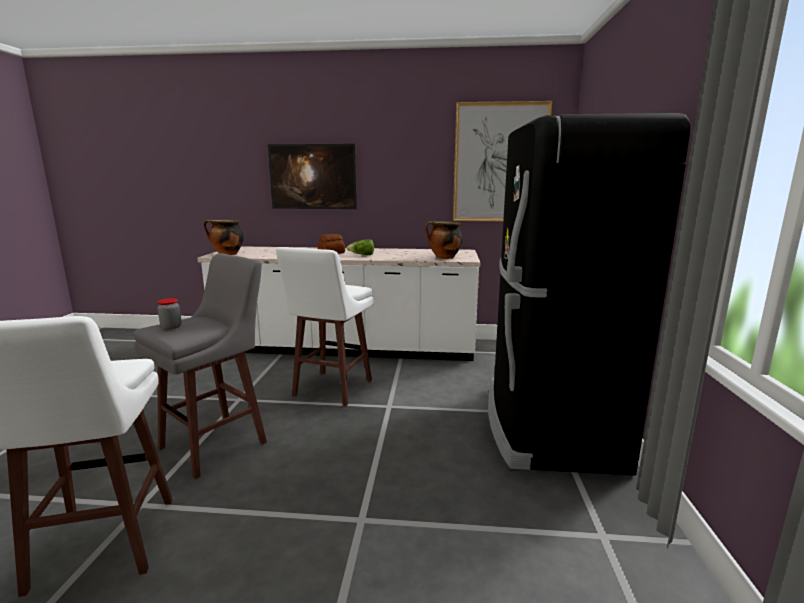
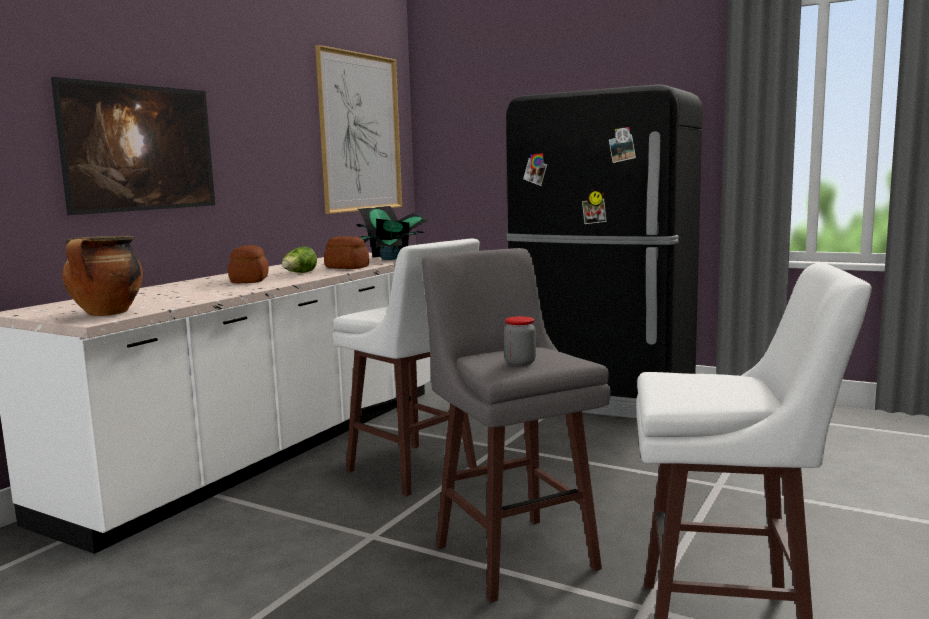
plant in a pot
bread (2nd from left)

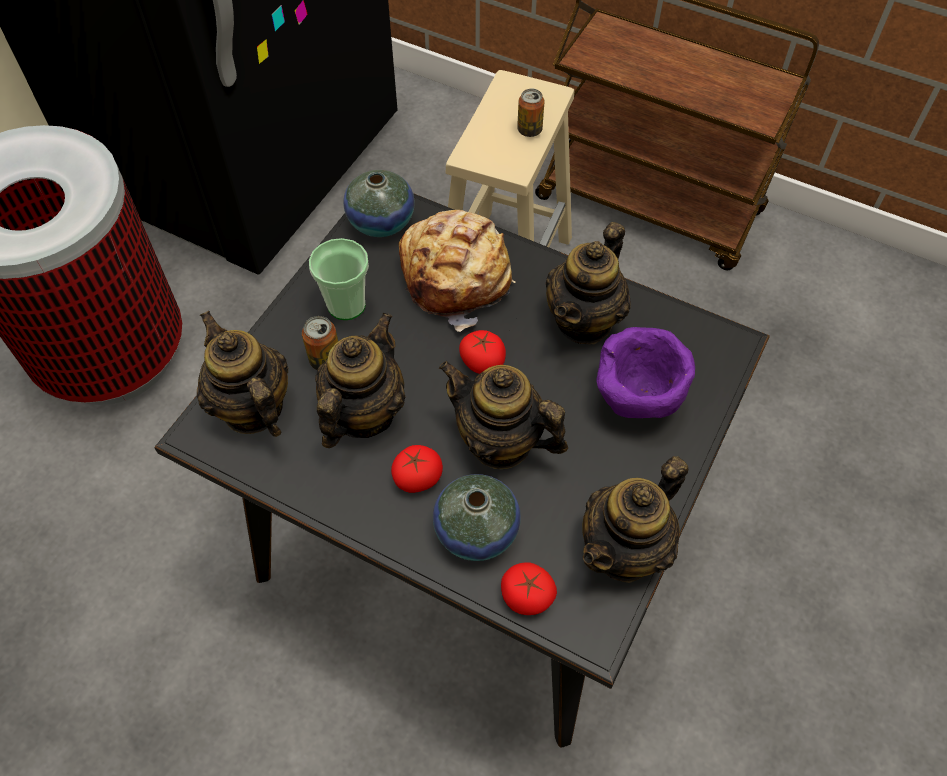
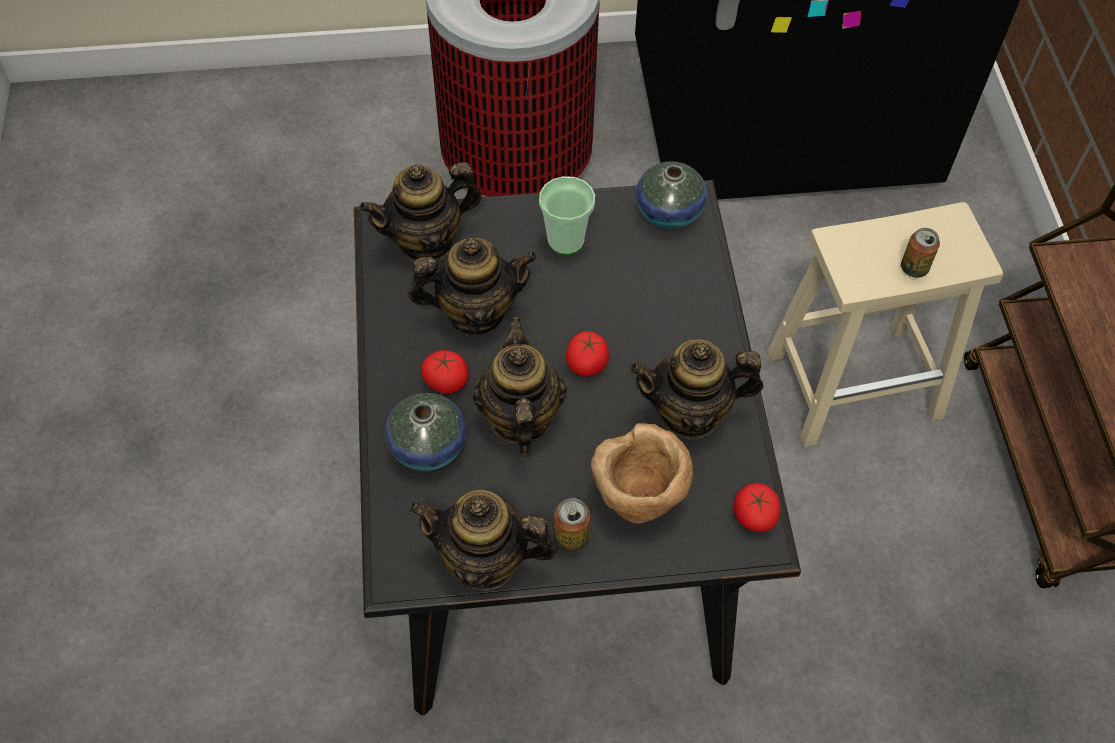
bread
teapot (1st from left)
can (1st from left)
brown serving bowl
whole tomato (3rd from left)

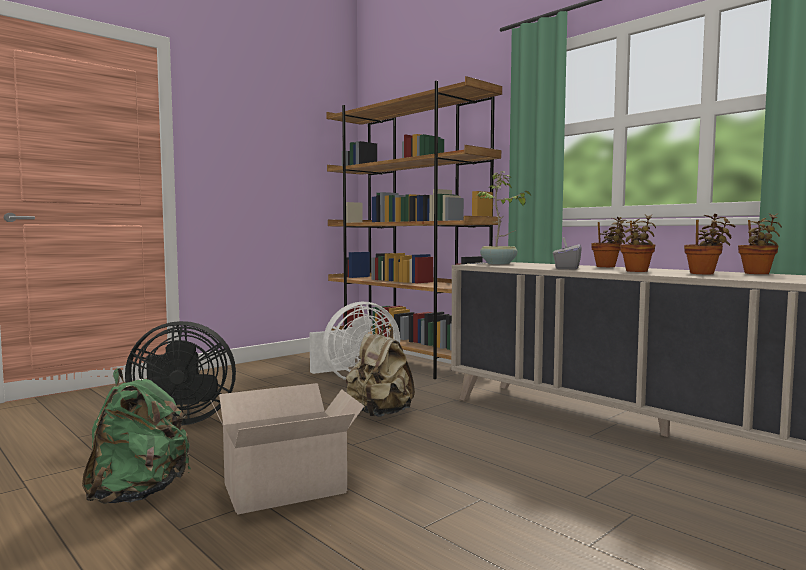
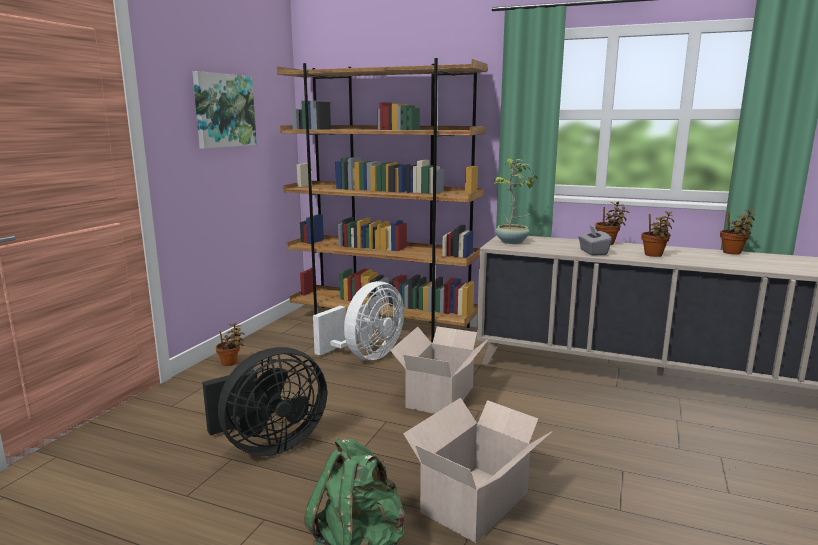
plant in a pot (1st from left)
carton (1st from left)
picture

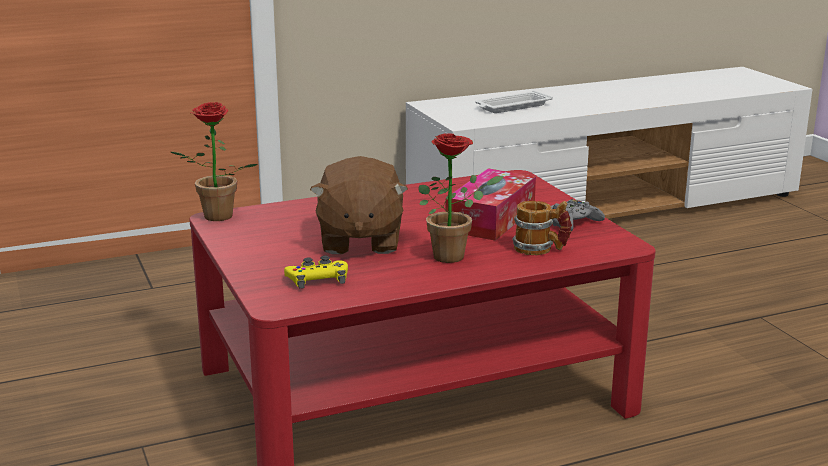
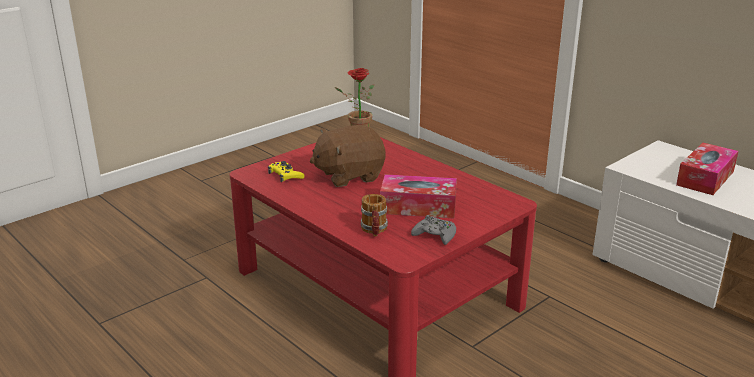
tissue box (2nd from left)
plant in a pot (2nd from left in the first image)

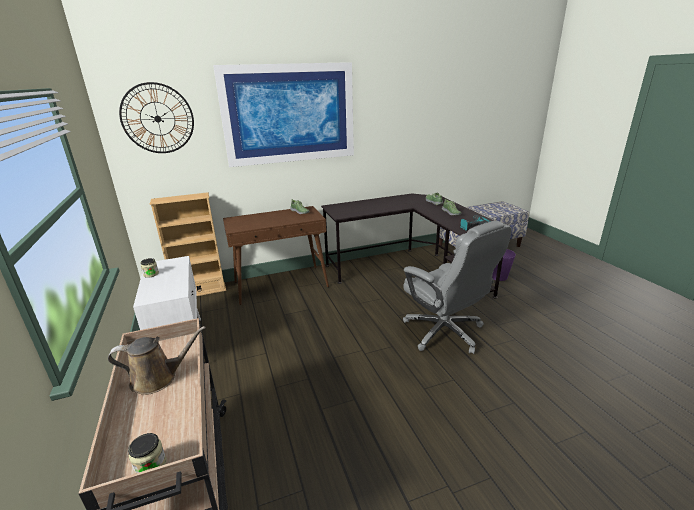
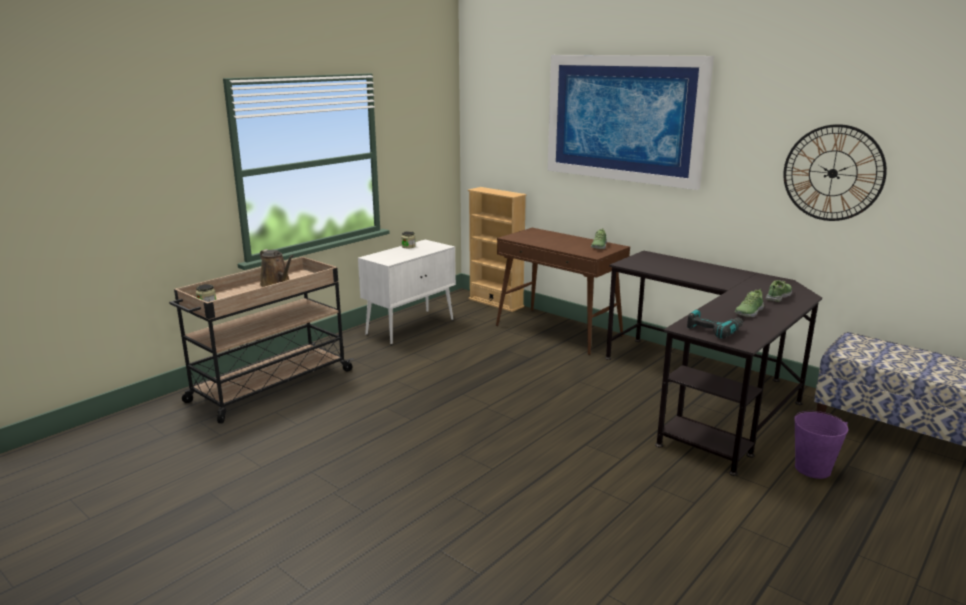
hanging clock
gray desk chair

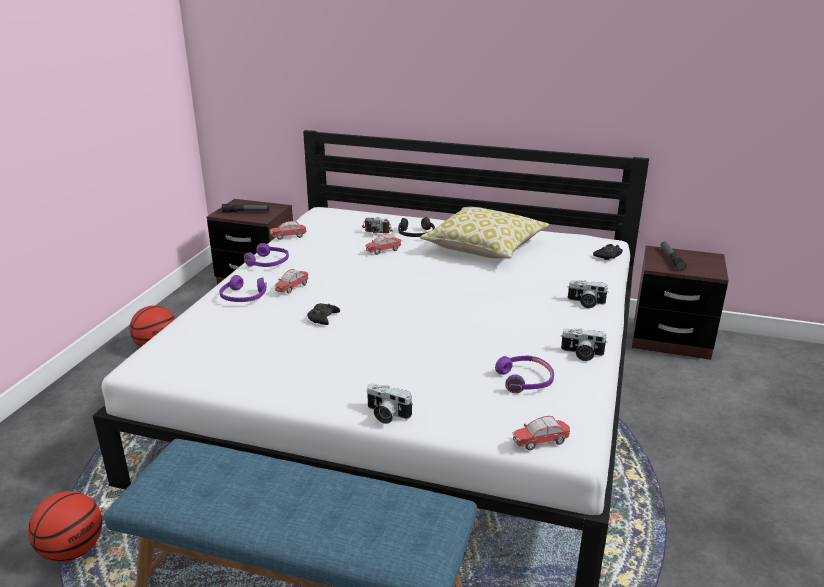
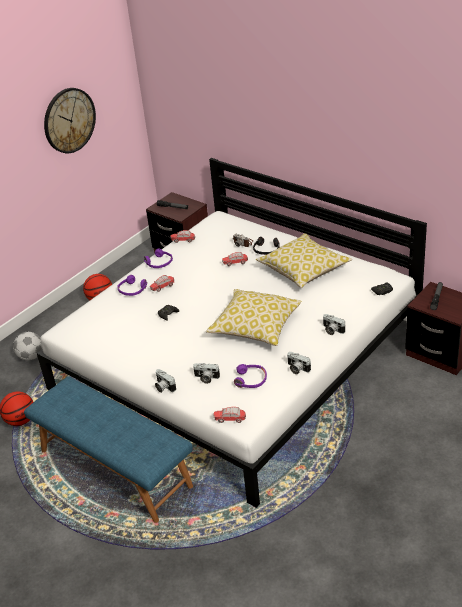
hanging clock
pillow (1st from left)
football ball
photo camera (2nd from left)

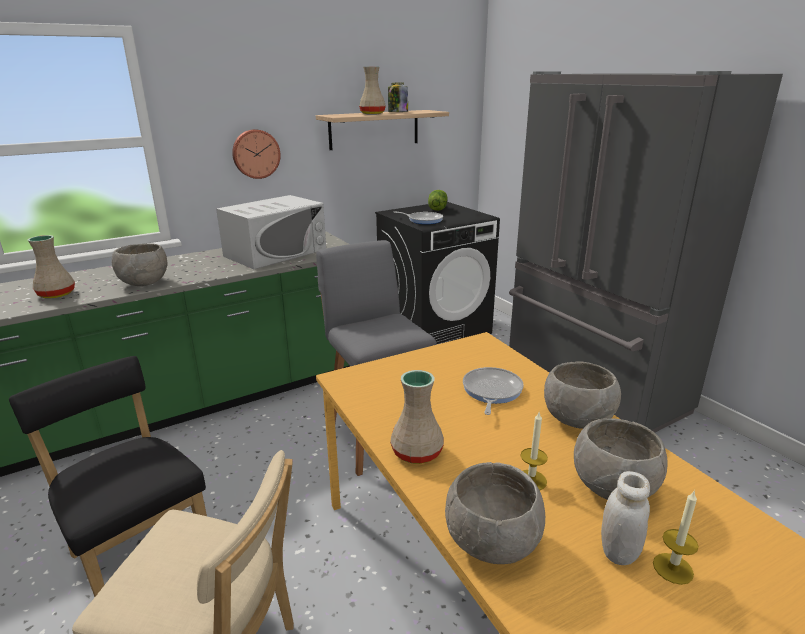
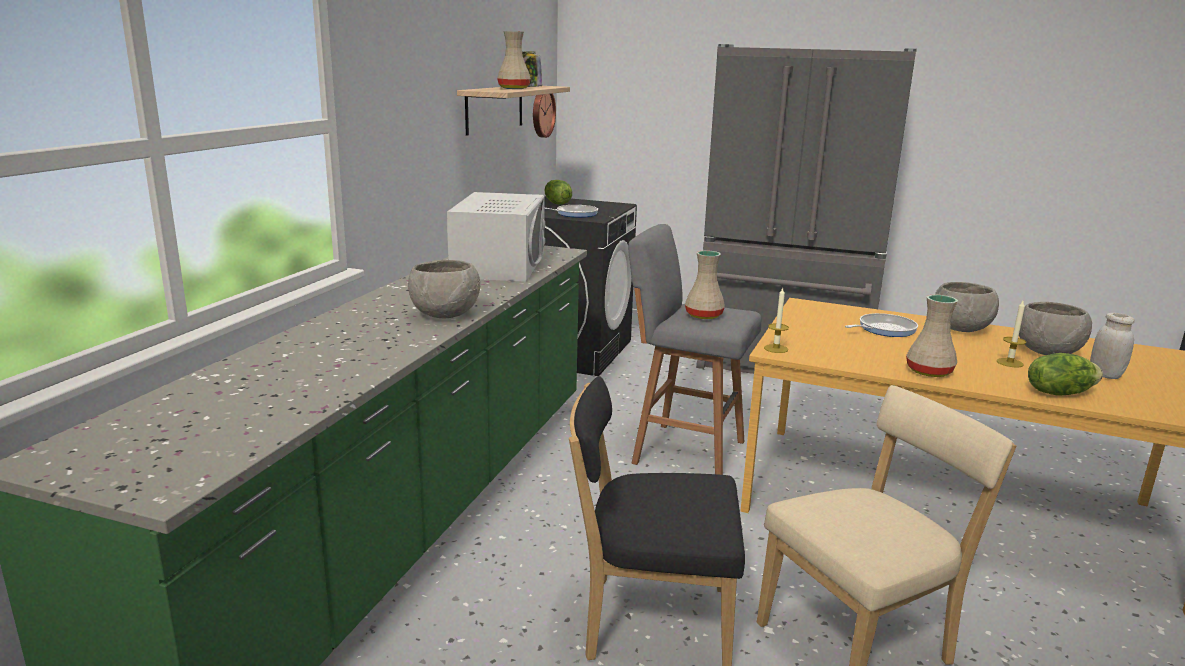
hanging clock
beige-coloured flower vase (2nd from left)
skillet (2nd from left)
lettuce head (2nd from left)
wax light (1st from left)

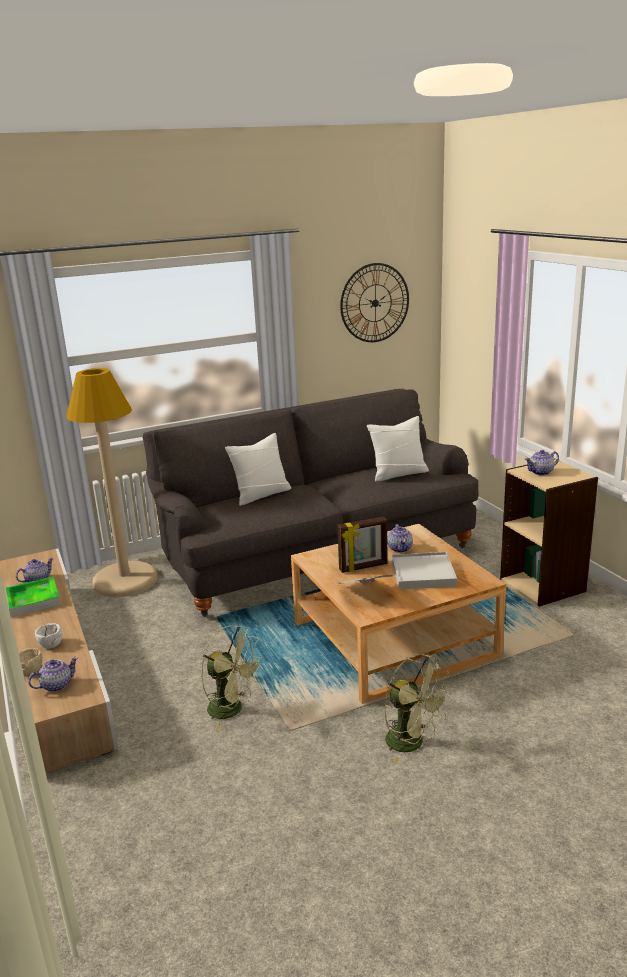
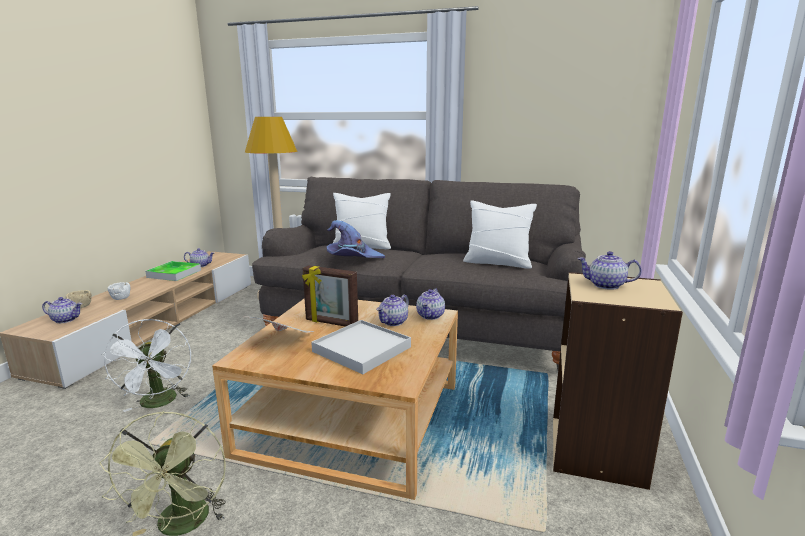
hanging clock
whitish cooling fan
purple clothing hat
teapot (4th from left)

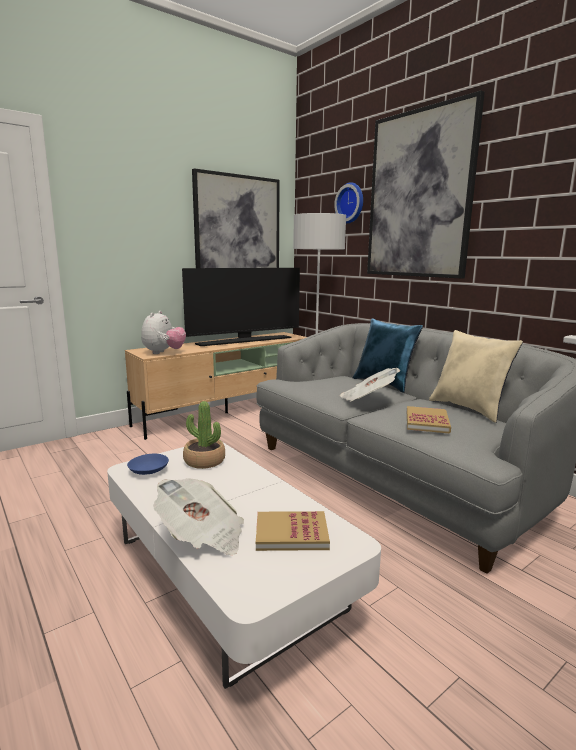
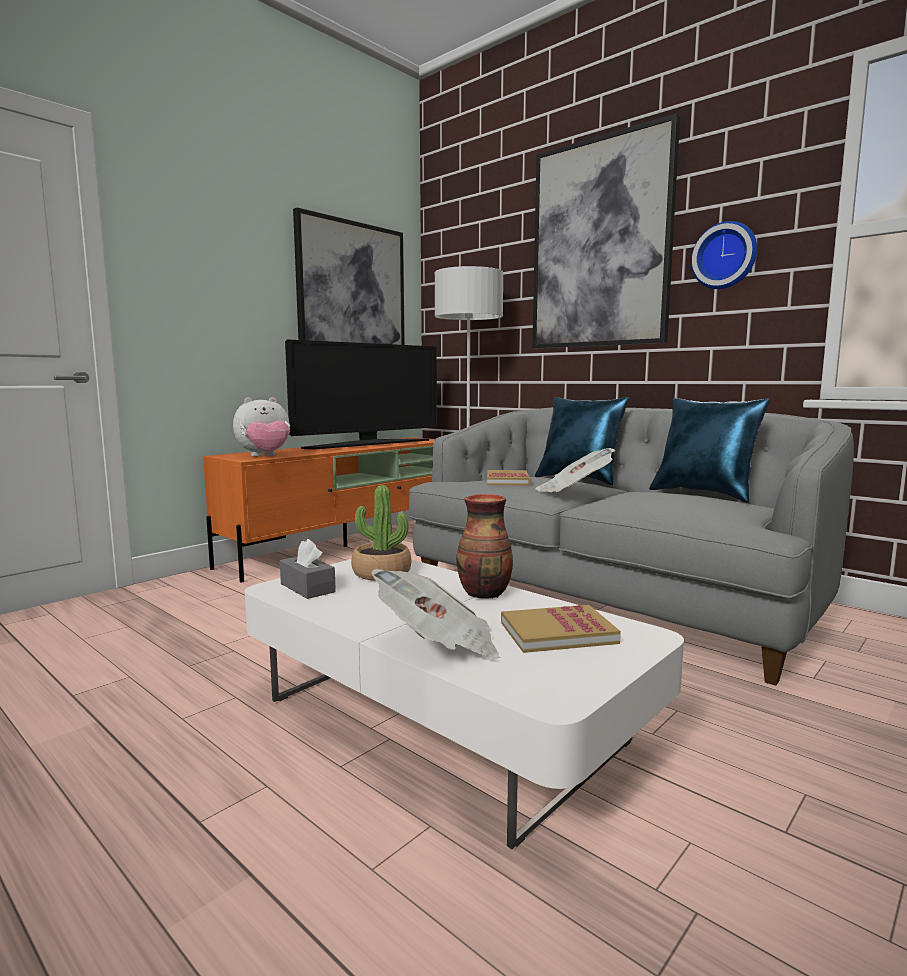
hanging clock
plush toy
bluish pillow (2nd from left)
orange-coloured tv unit
bound book (1st from left)
gray tissue box
flower vase

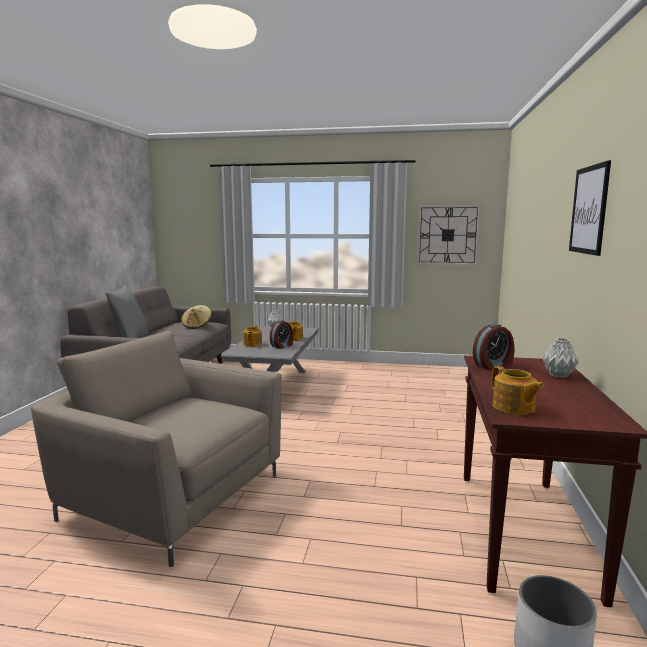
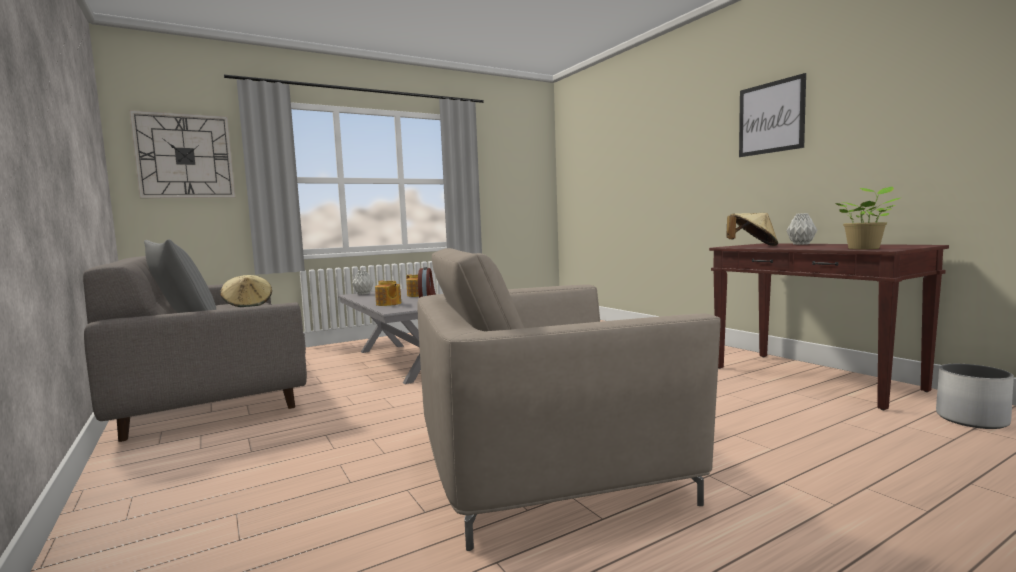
hanging clock
beige-coloured clothing hat (2nd from left)
plant in a pot

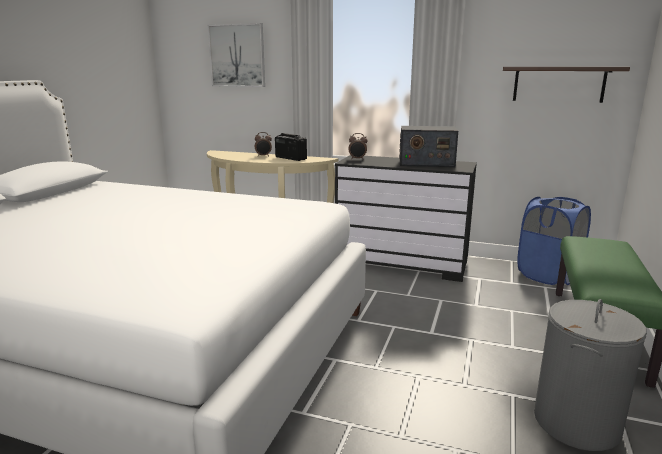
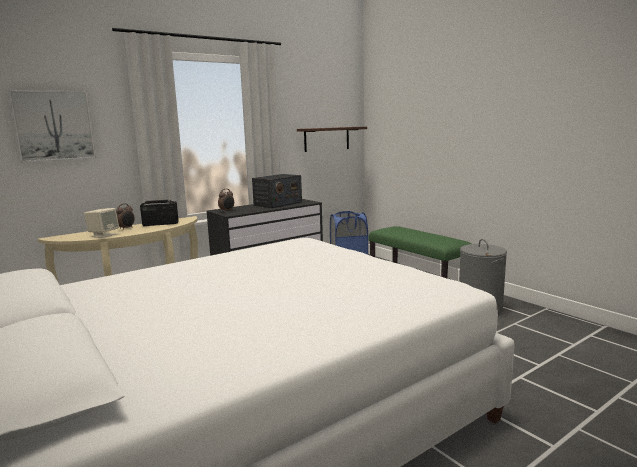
beige-coloured loudspeaker

